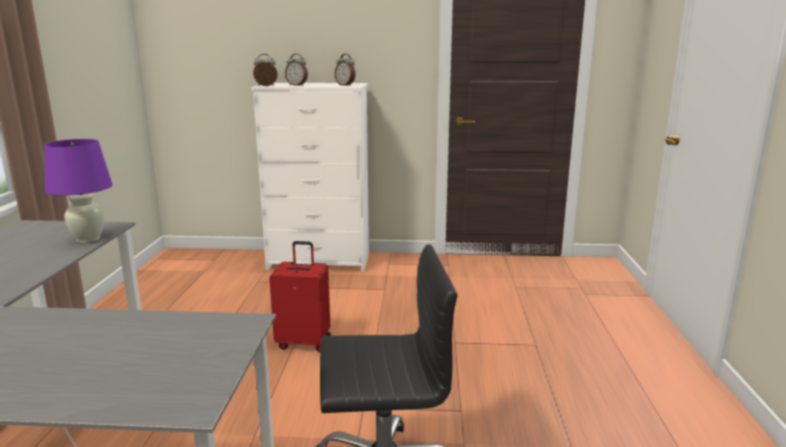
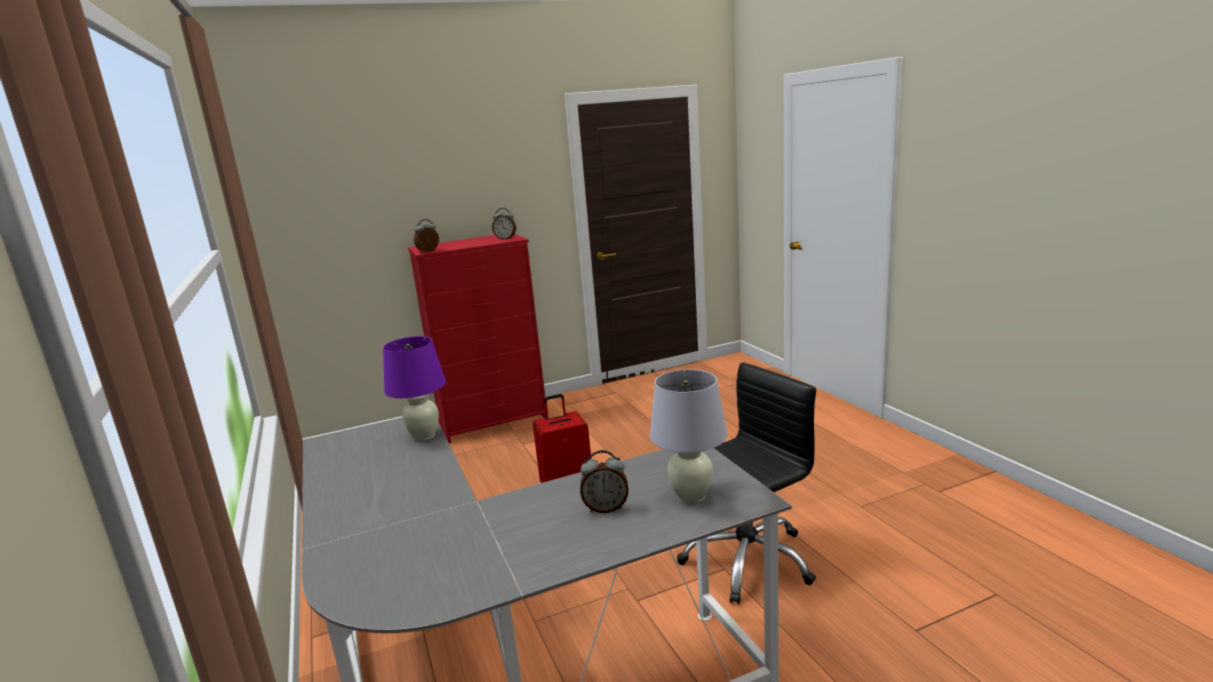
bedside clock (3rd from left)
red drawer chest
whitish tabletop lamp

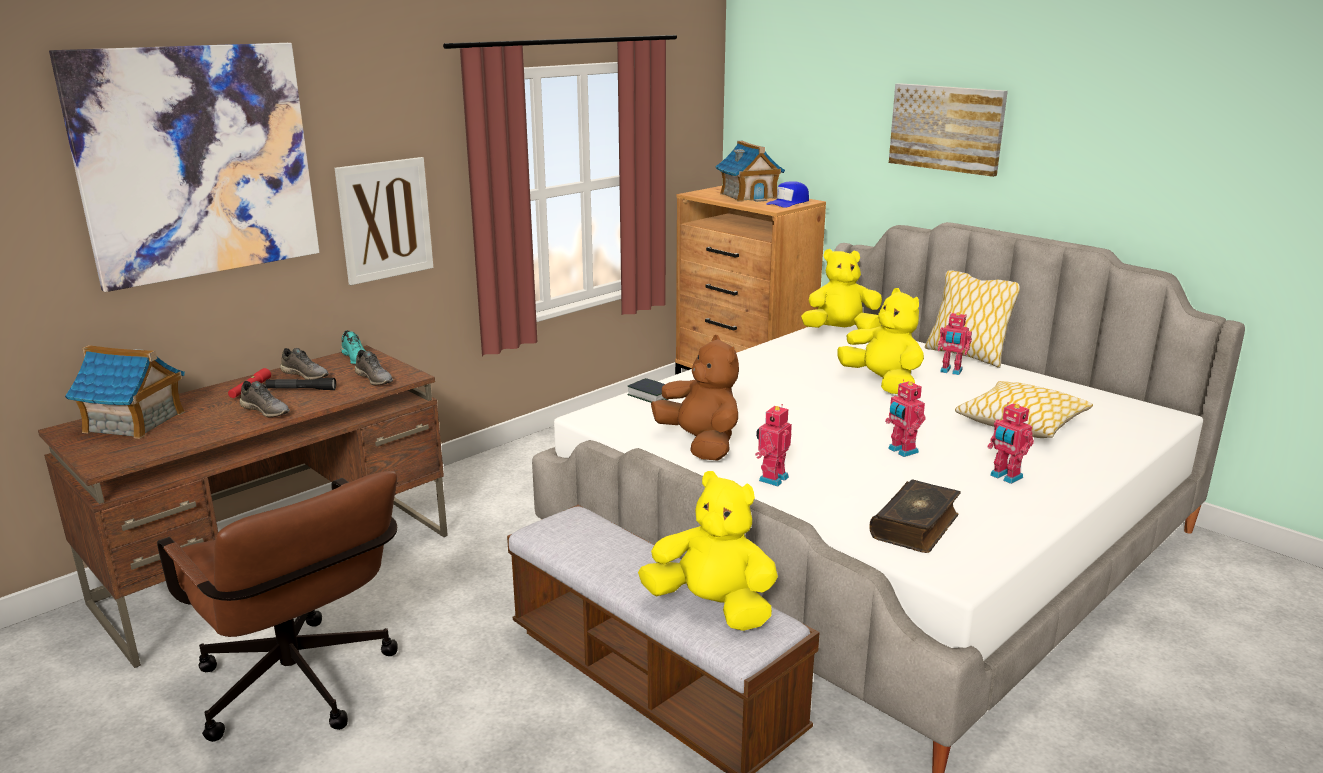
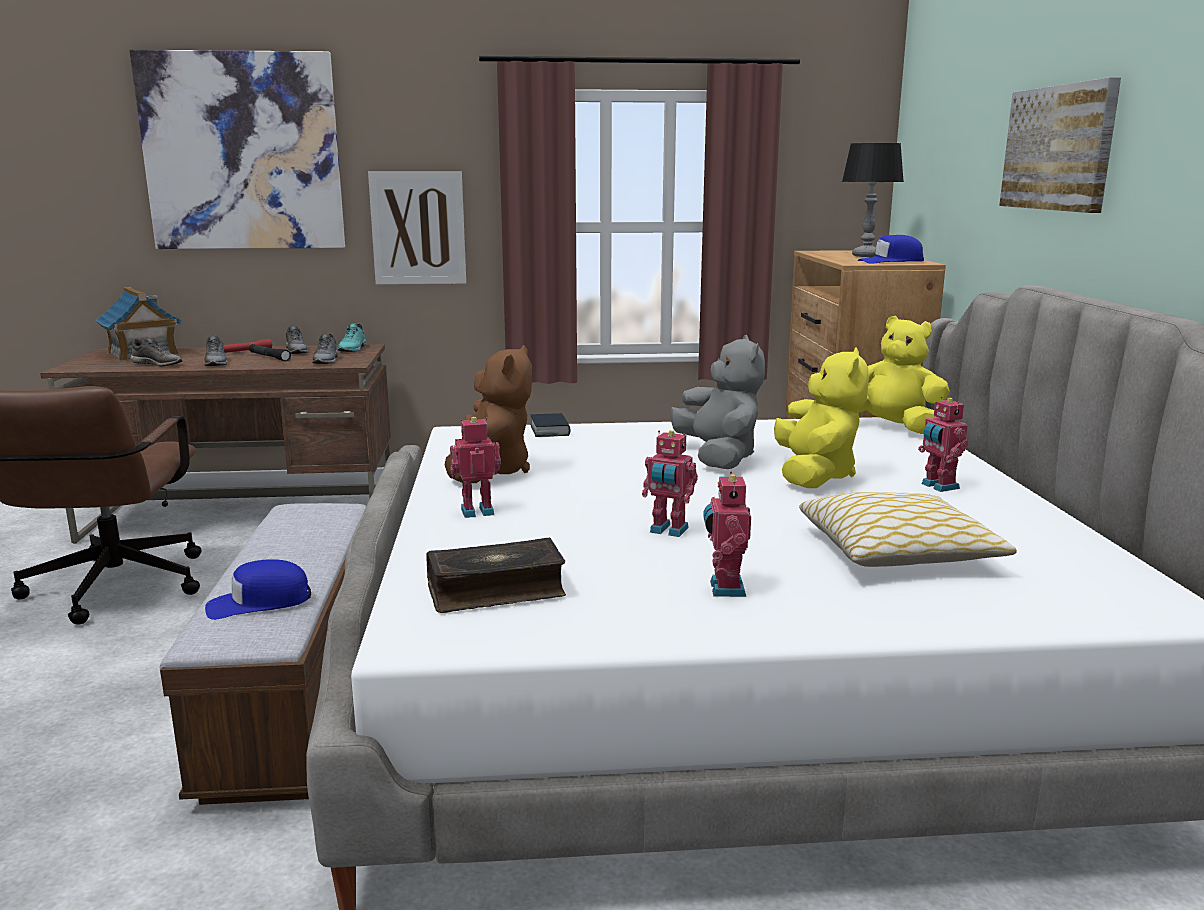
tabletop lamp
pillow (1st from left in the first image)
robot figure (2nd from left)
bluish cap (1st from left)
gray plush toy
gray low shoe (1st from left)

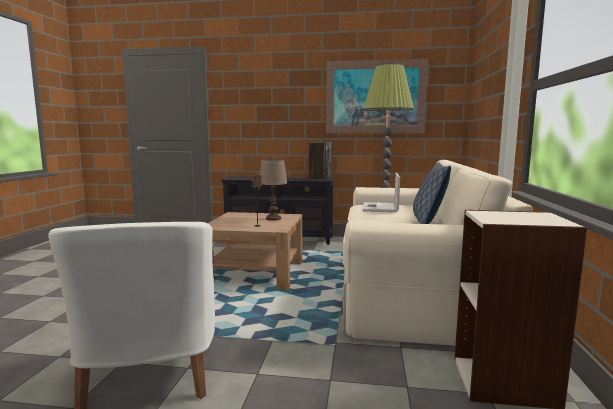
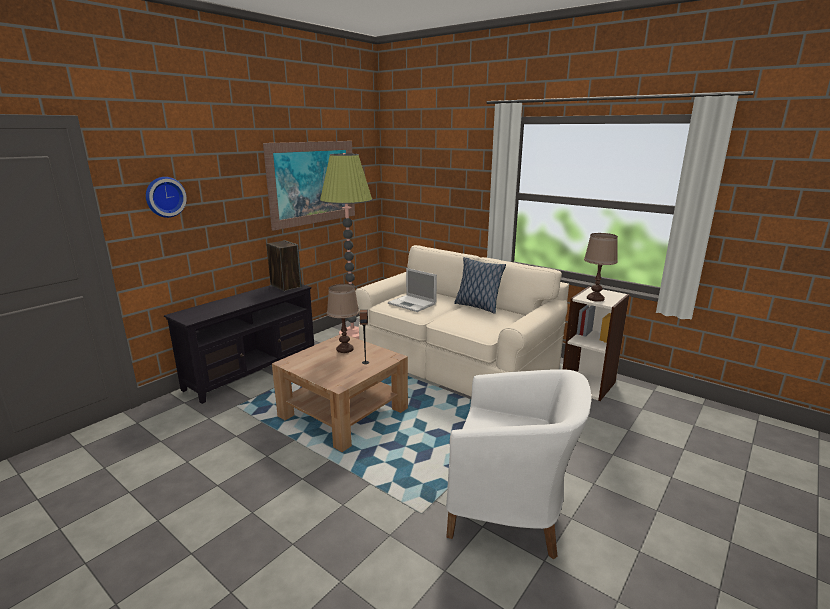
hanging clock
brown tabletop lamp (2nd from left)

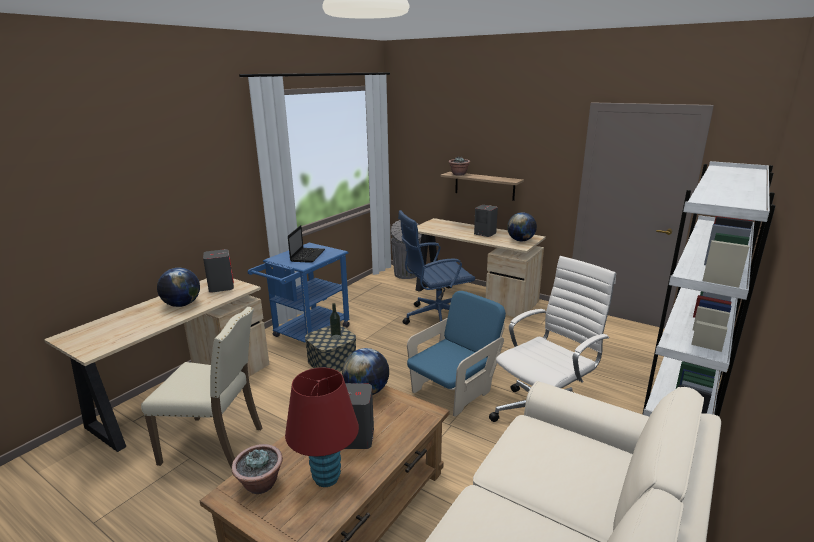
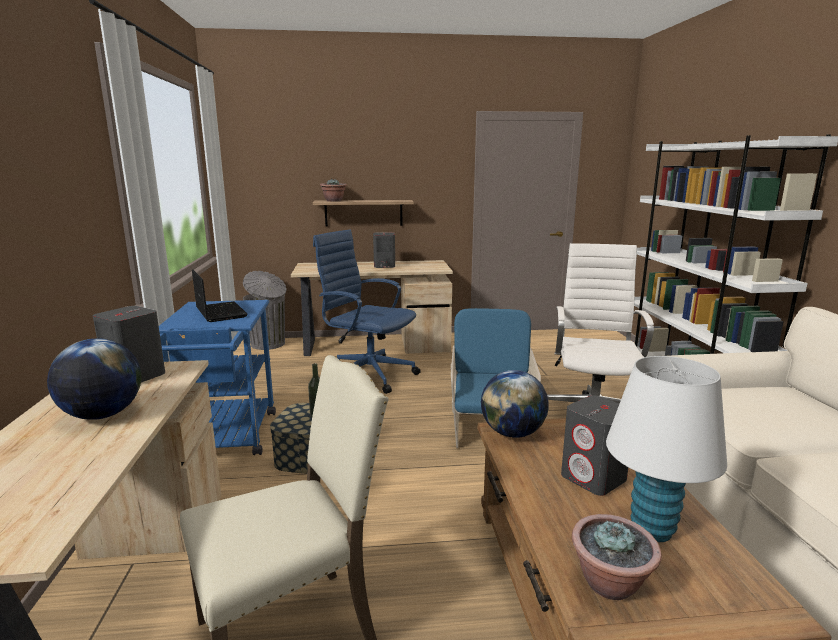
bluish desk chair
globe (3rd from left in the first image)
whitish tabletop lamp

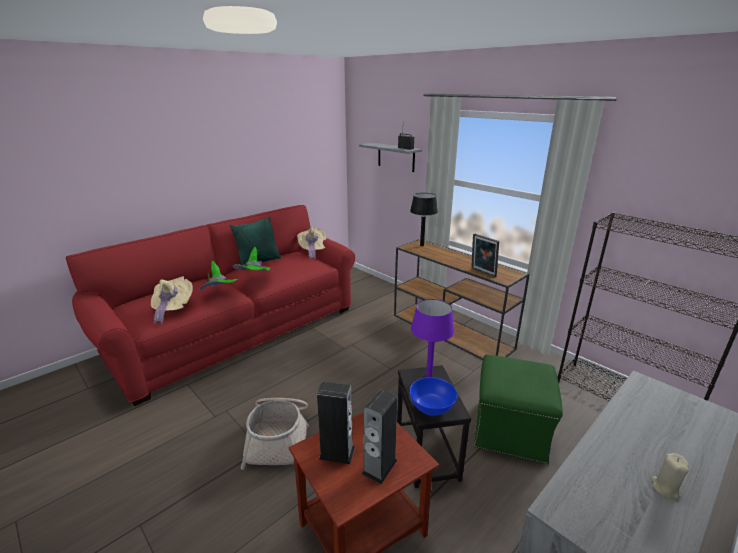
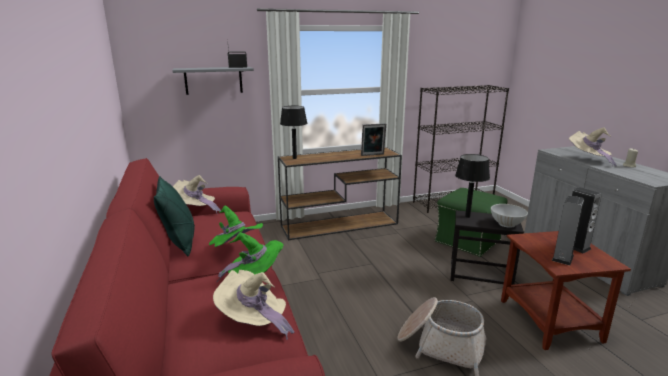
black-coloured tabletop lamp (2nd from left)
whitish serving bowl
beige-coloured clothing hat (3rd from left)

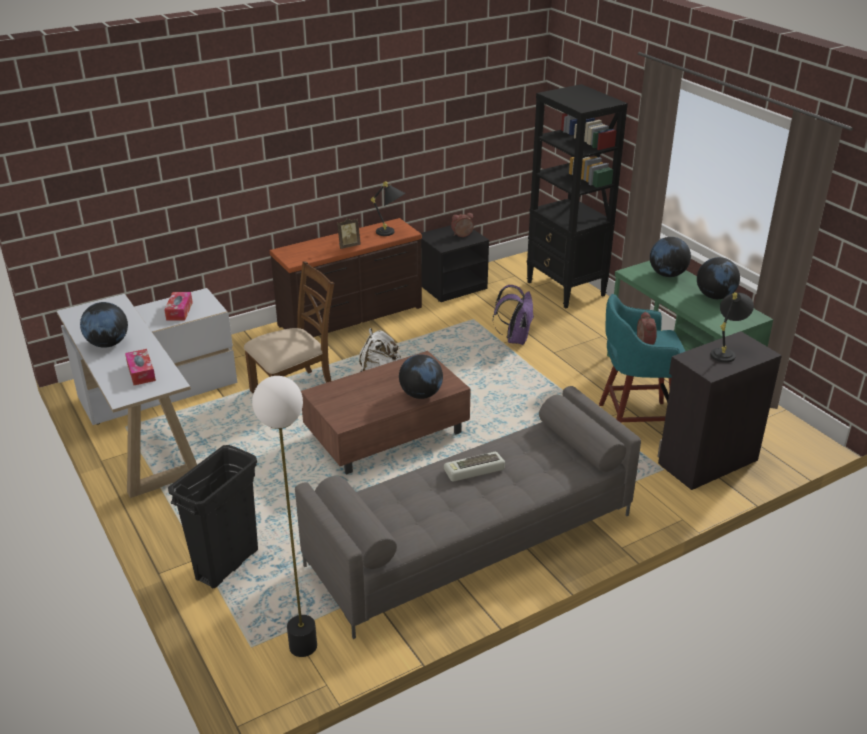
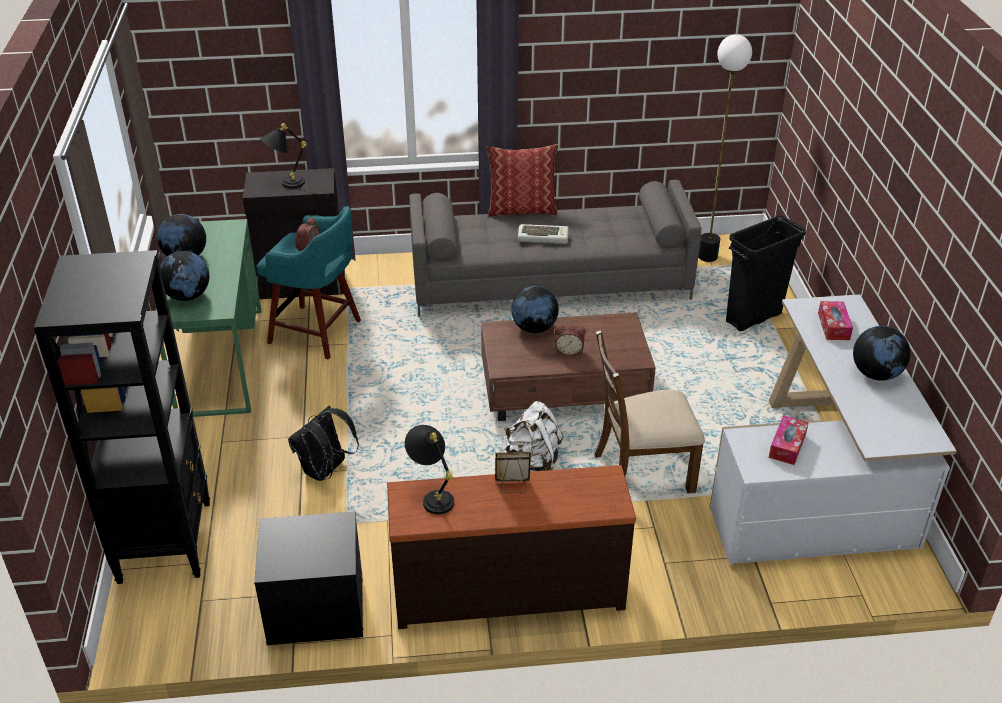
bedside clock (2nd from left)
black-coloured rucksack
pillow

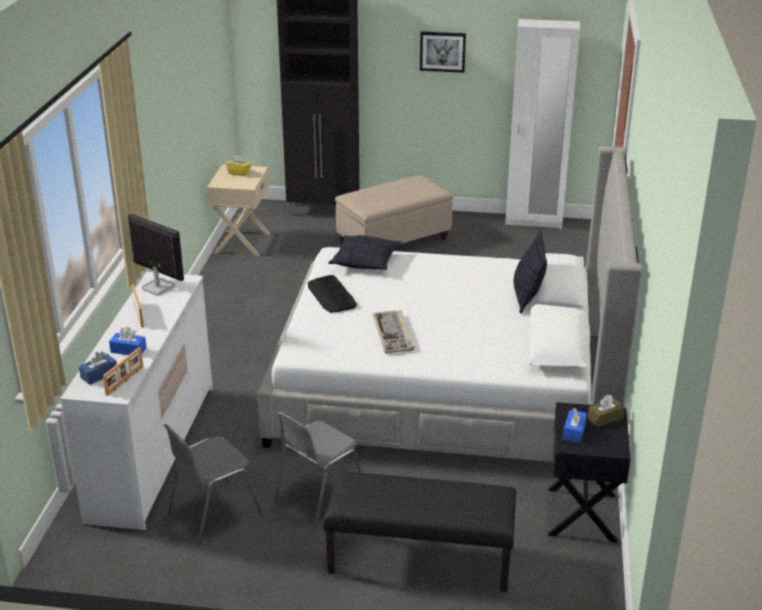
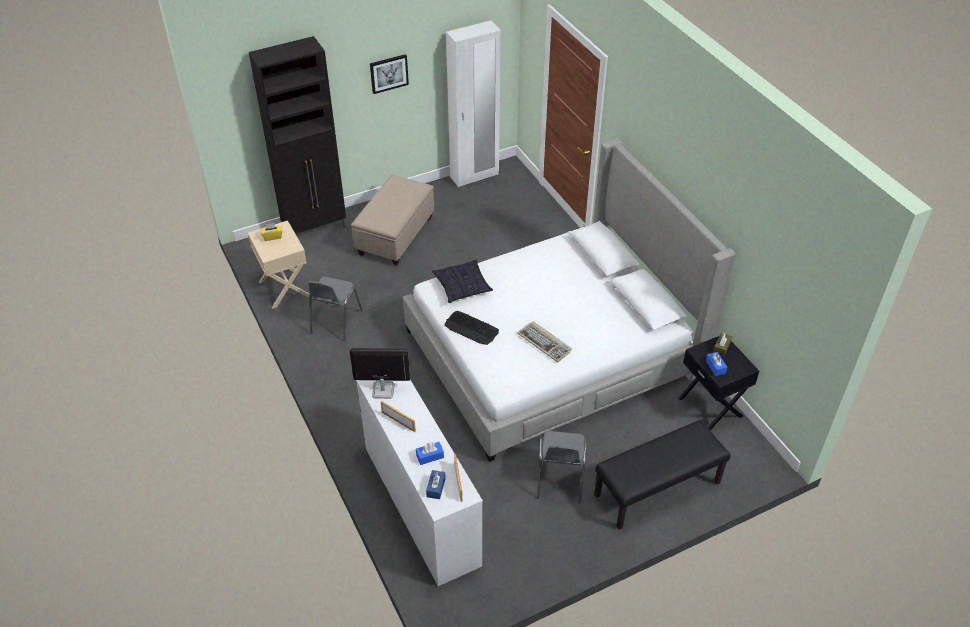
pillow (2nd from left in the first image)
gray plain chair (1st from left)

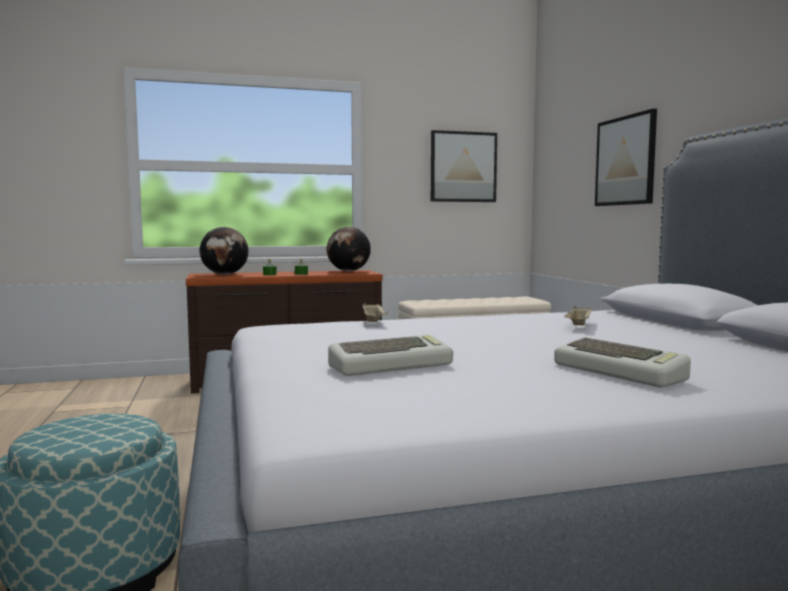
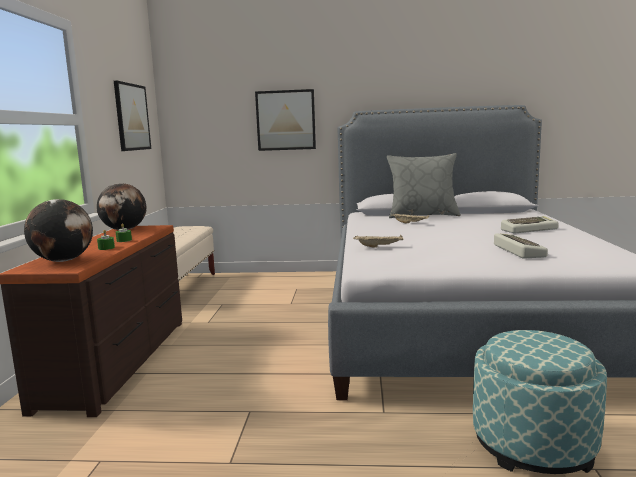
gray pillow

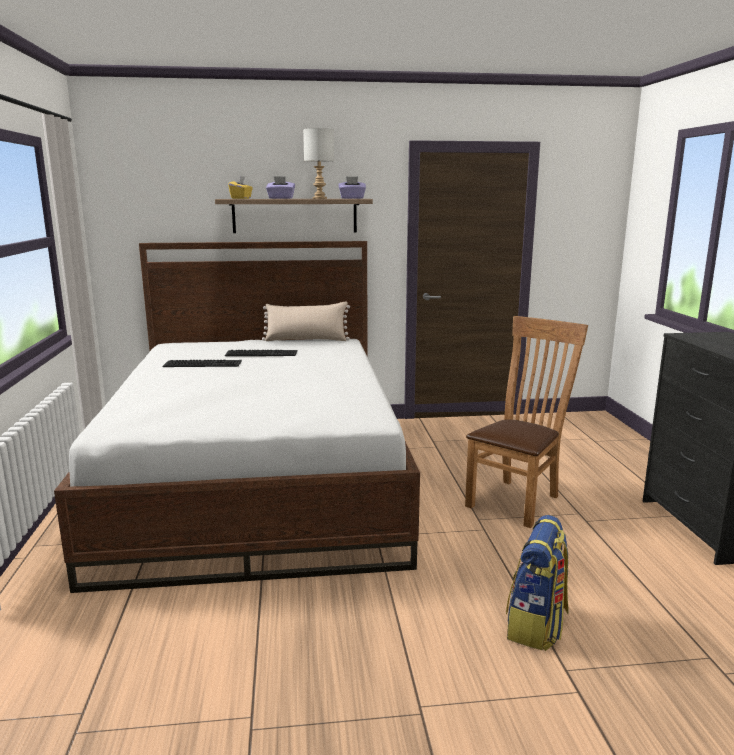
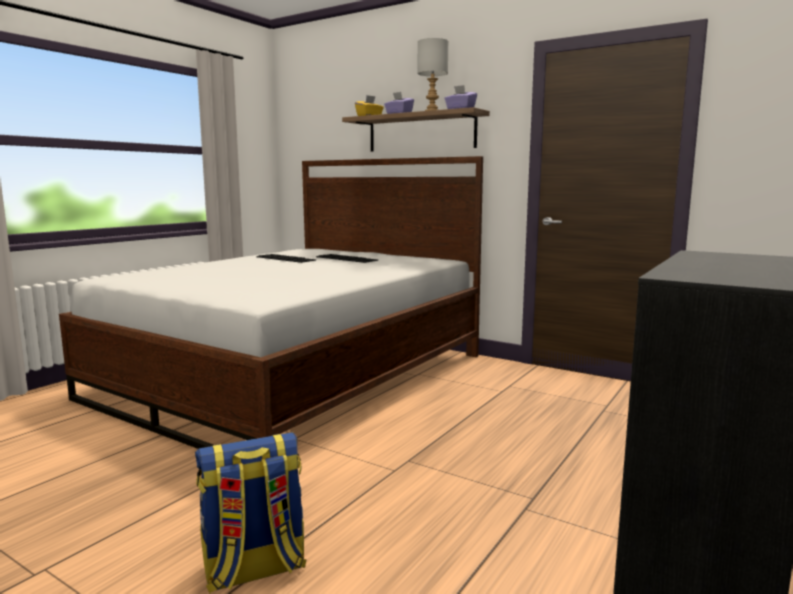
beige-coloured pillow
brown plain chair

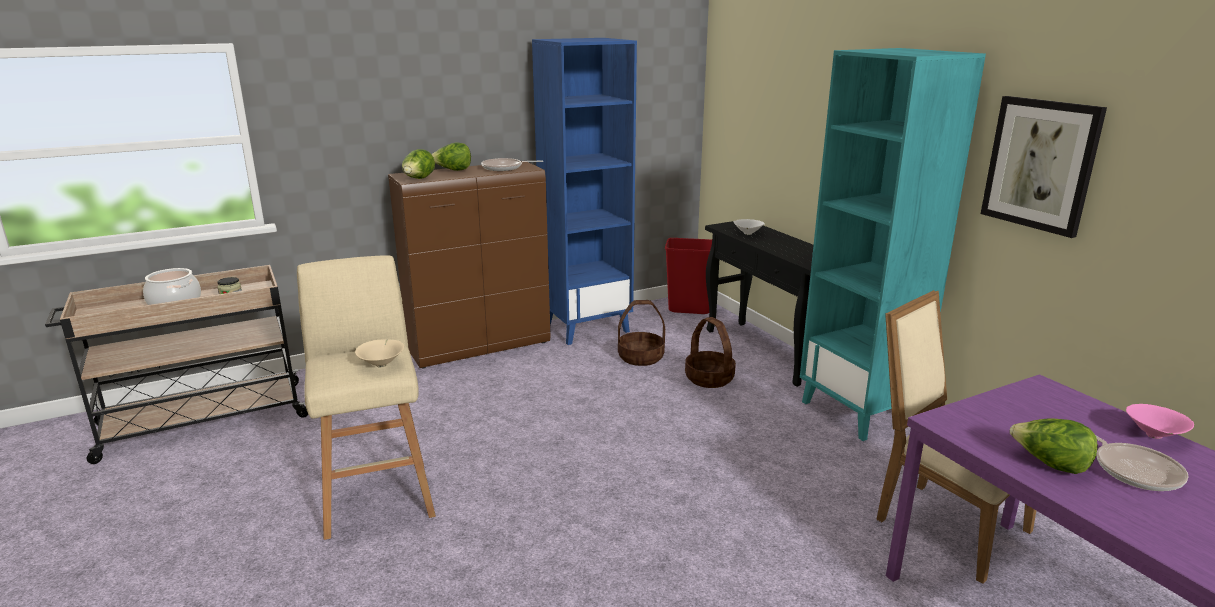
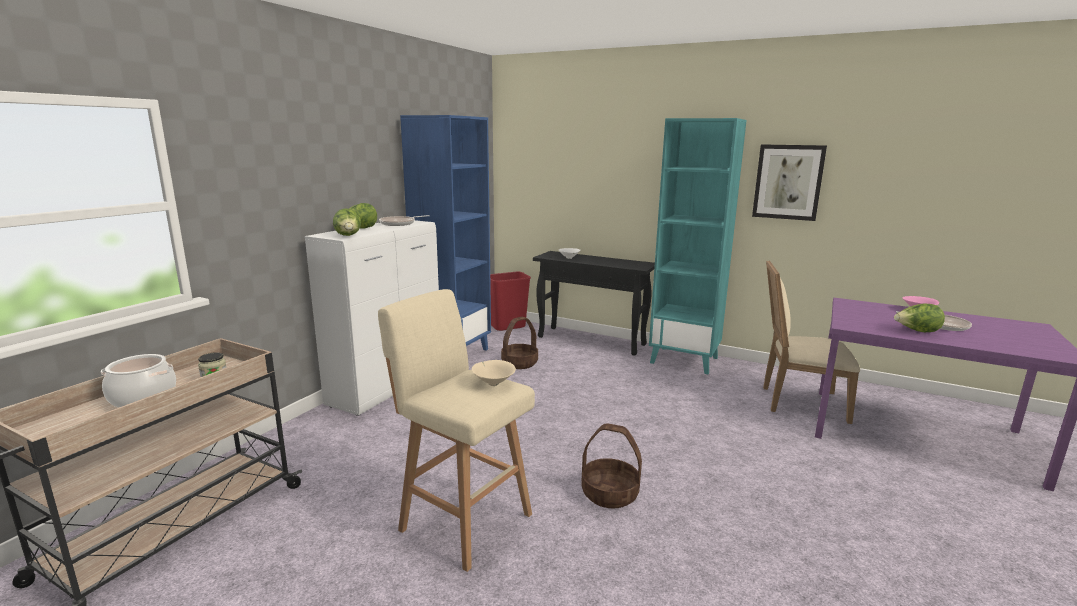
whitish storage cabinet
basket (2nd from left)

